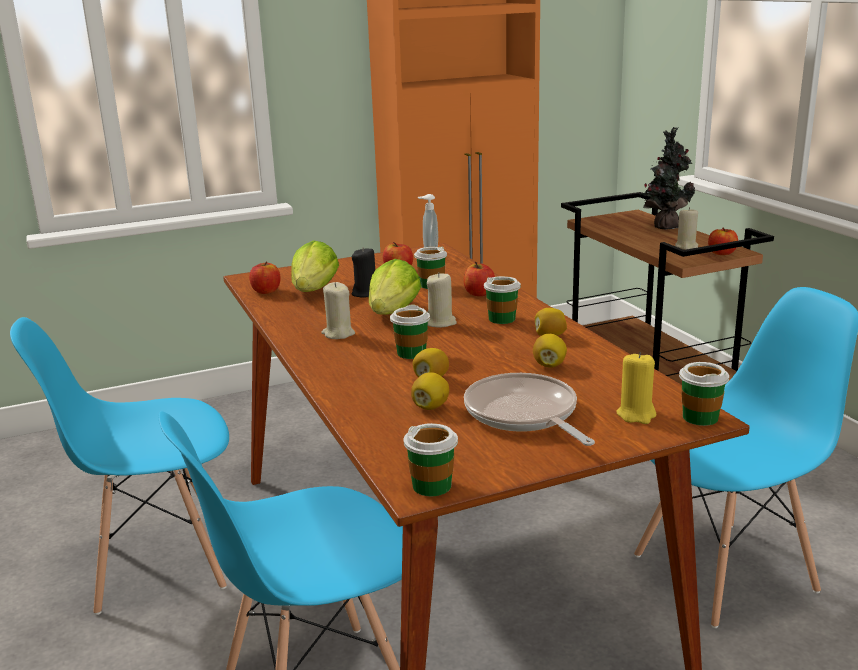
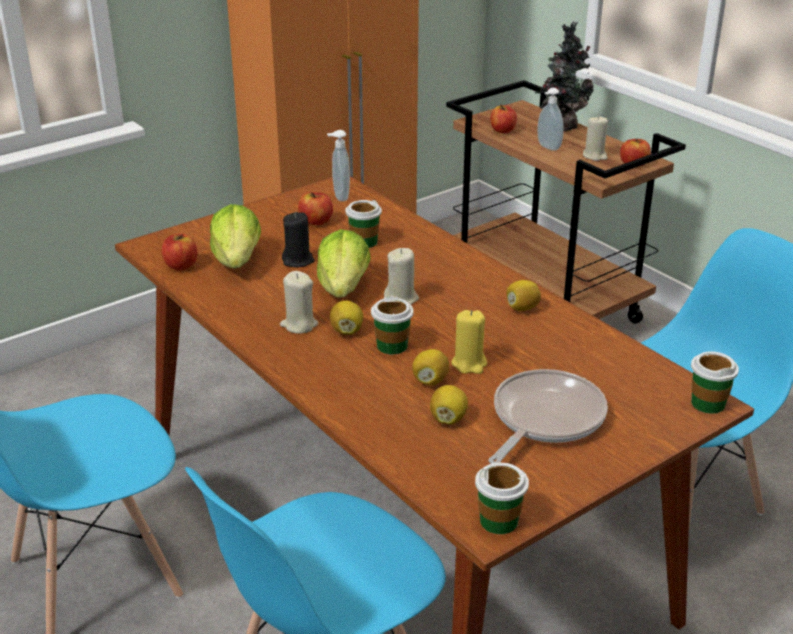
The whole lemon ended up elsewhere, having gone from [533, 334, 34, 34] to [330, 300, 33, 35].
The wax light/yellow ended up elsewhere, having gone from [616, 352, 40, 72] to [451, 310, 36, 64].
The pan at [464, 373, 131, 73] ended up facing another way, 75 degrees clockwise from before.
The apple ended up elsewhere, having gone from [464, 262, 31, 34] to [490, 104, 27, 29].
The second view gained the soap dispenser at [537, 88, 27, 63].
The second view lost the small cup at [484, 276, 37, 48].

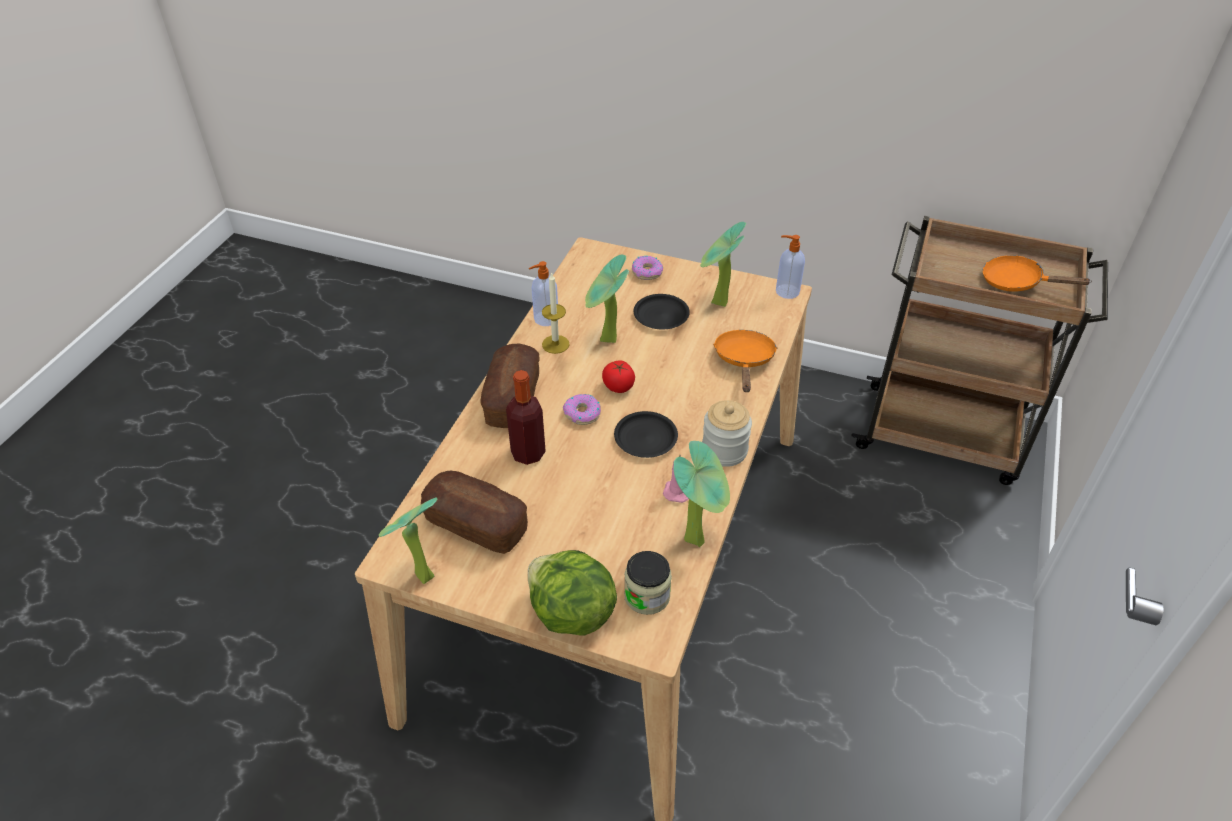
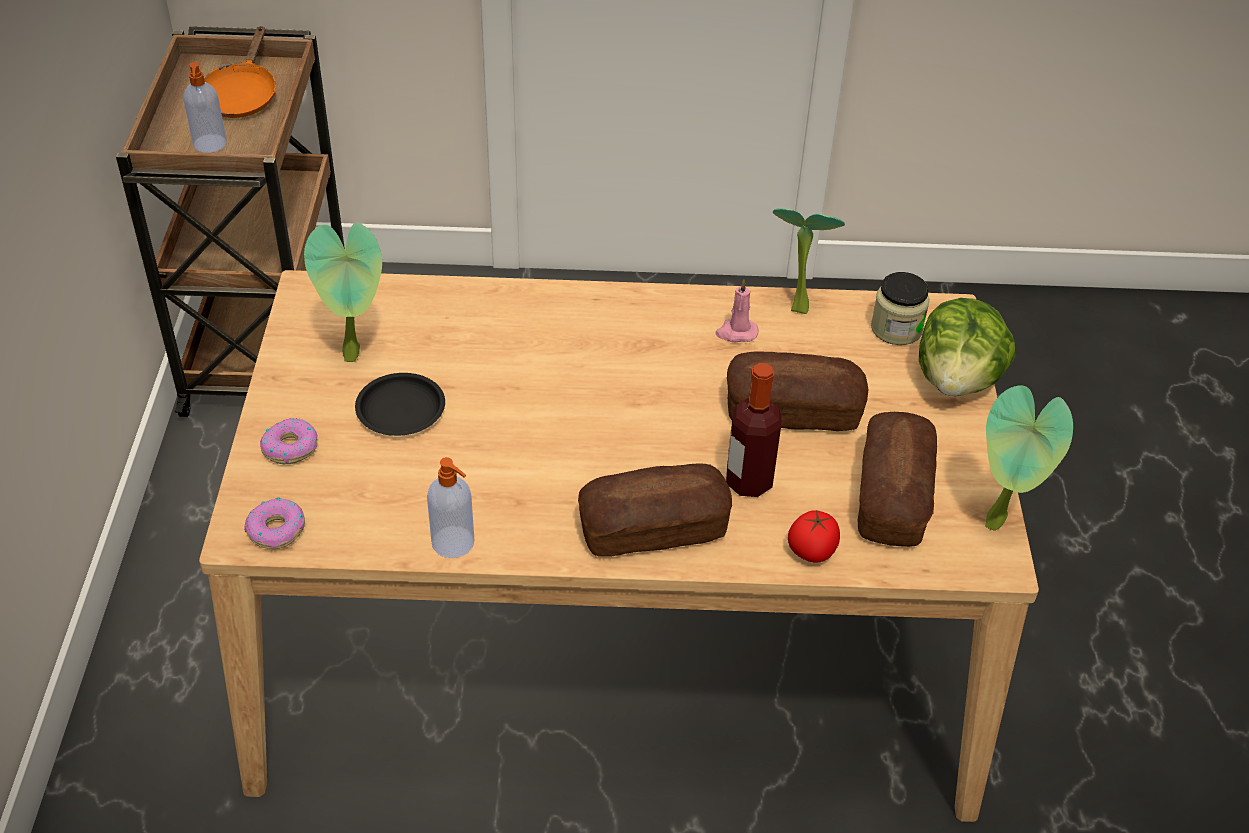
The soap dispenser ended up elsewhere, having gone from [776, 235, 29, 64] to [183, 62, 44, 91].
The donut ended up elsewhere, having gone from [563, 394, 38, 31] to [244, 497, 61, 52].
The second view gained the bakery bread at [727, 351, 141, 80].
The fresh tomato ended up elsewhere, having gone from [602, 360, 33, 33] to [788, 510, 52, 53].
The second view lost the wax light at [542, 272, 27, 82].
The second view lost the potted plant at [585, 254, 44, 89].
The second view lost the dinner plate/black at [614, 411, 64, 47].
The second view lost the preserve jar at [702, 400, 50, 67].
The second view lost the pan/orange-coloured at [713, 330, 64, 62].

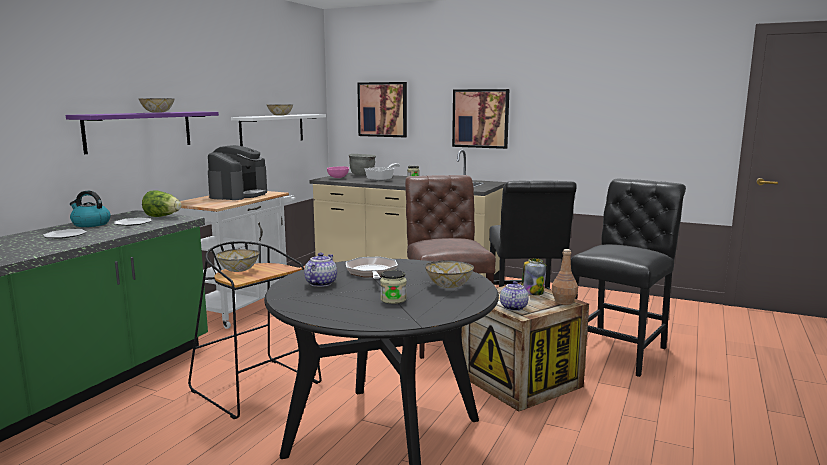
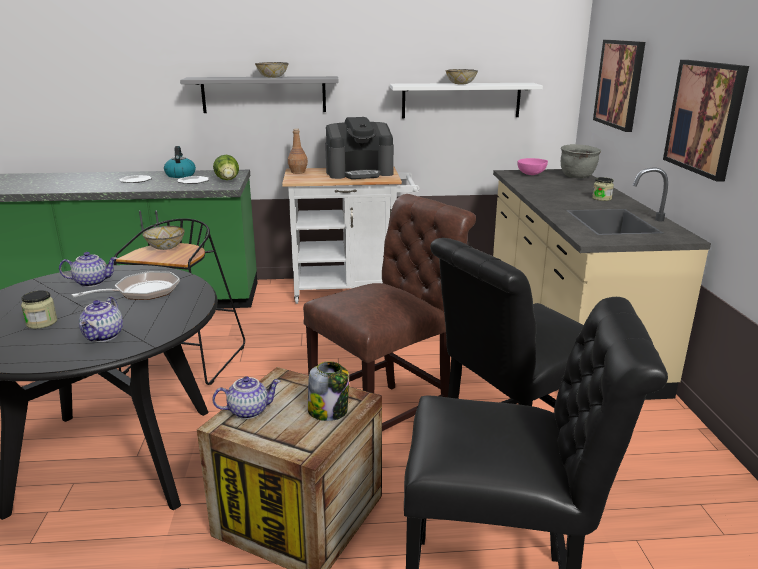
Where the serving bowl stood at [425, 260, 49, 28], the tea pot came to stand at [79, 297, 44, 45].
What was the shelf/purple-coloured at [66, 112, 153, 42] turned into the shelf/grey at [180, 76, 159, 37].
The beverage bottle/brown-coloured ended up elsewhere, having gone from [552, 249, 26, 56] to [288, 129, 20, 45].
The second view lost the pan at [365, 163, 35, 18].

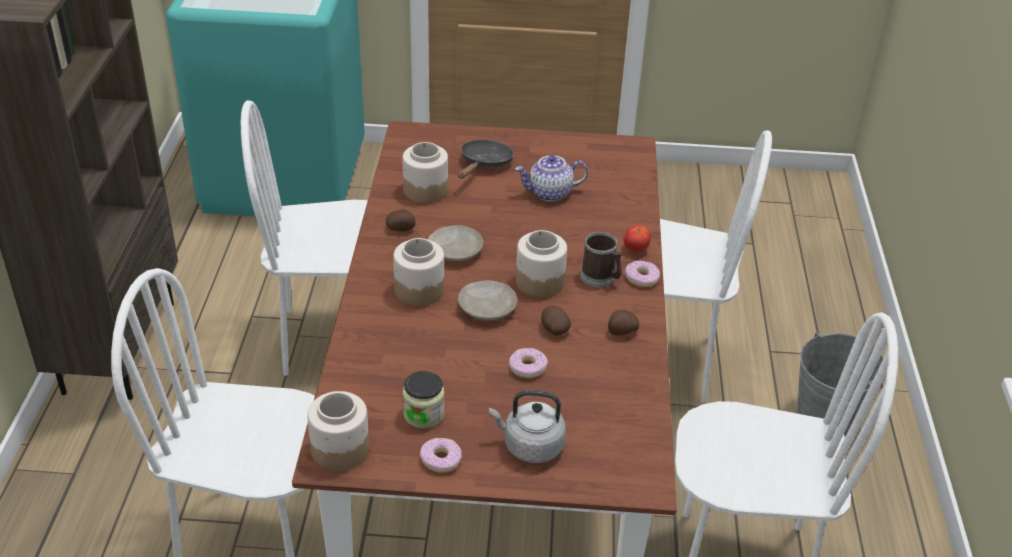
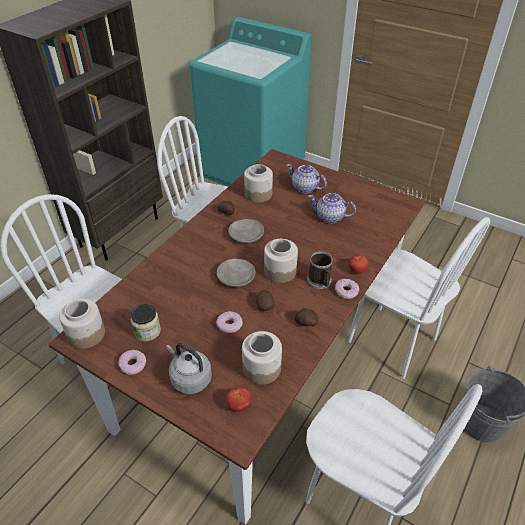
The second view gained the fresh tomato at [226, 387, 25, 25].
The preserve jar ended up elsewhere, having gone from [393, 238, 51, 68] to [242, 331, 40, 54].
Where the pan/black stood at [458, 140, 56, 39], the tea pot came to stand at [287, 164, 40, 30].

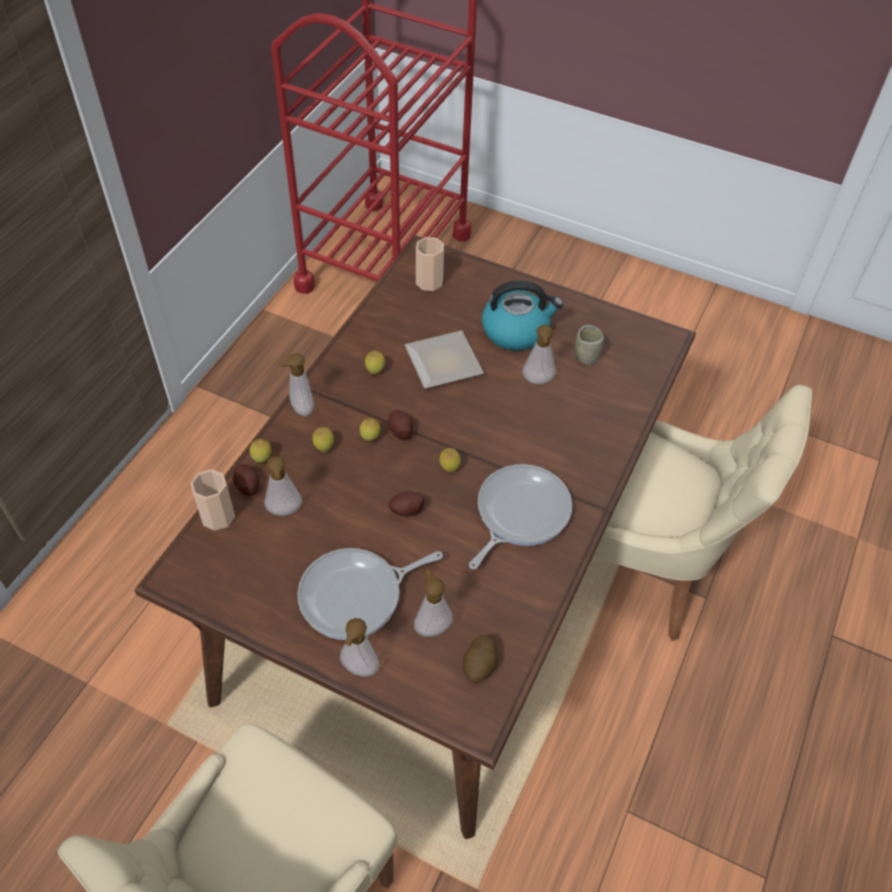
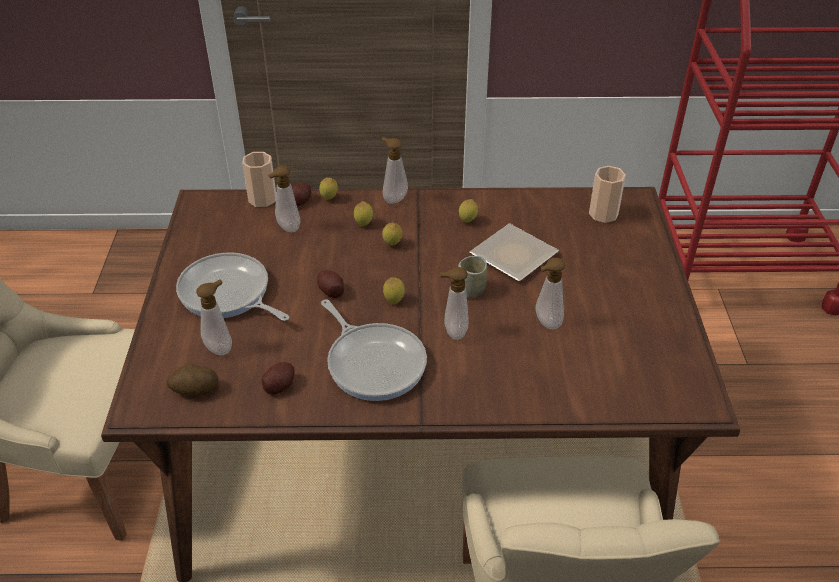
The spud ended up elsewhere, having gone from [388, 410, 25, 30] to [261, 362, 33, 32].
The pan at [469, 464, 103, 105] ended up facing another way, 45 degrees clockwise from before.
The soap dispenser ended up elsewhere, having gone from [340, 618, 39, 59] to [439, 267, 30, 73].
The small cup ended up elsewhere, having gone from [575, 325, 29, 40] to [458, 256, 29, 42].
The second view lost the kettle at [482, 280, 81, 71].

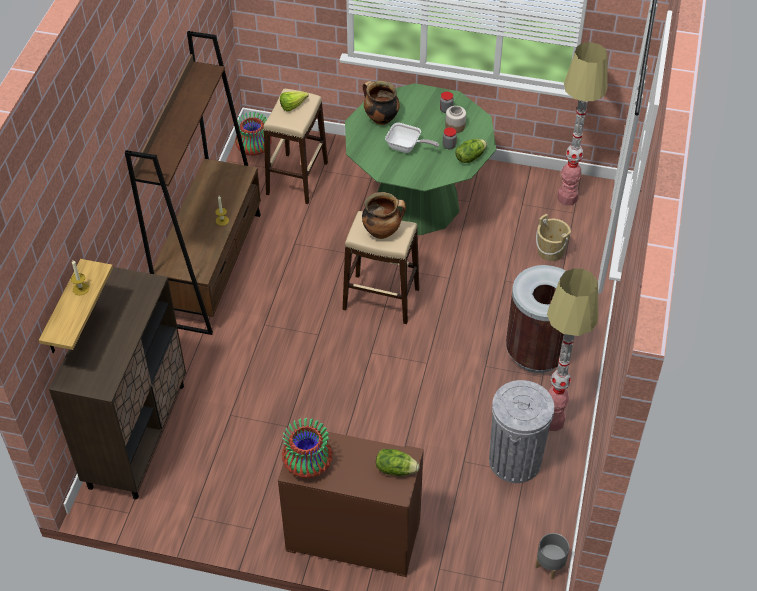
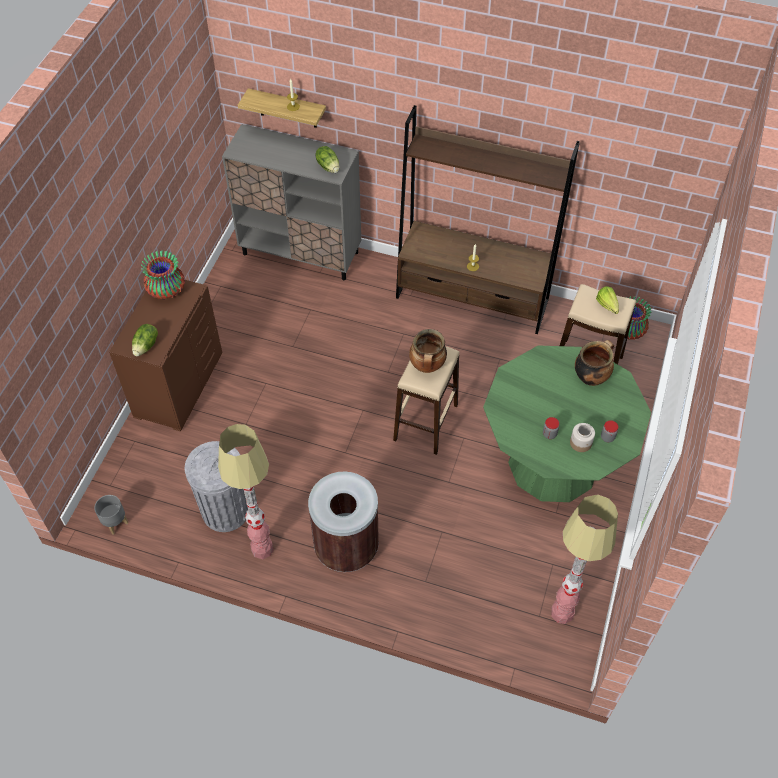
What was the storage cabinet/brown-coloured at [49, 267, 137, 232] turned into the storage cabinet/grey at [222, 124, 139, 156].
The lettuce head ended up elsewhere, having gone from [455, 139, 32, 24] to [315, 146, 24, 27].
The second view lost the pan at [385, 123, 54, 30].
The second view lost the pail/beige-coloured at [536, 214, 35, 47].

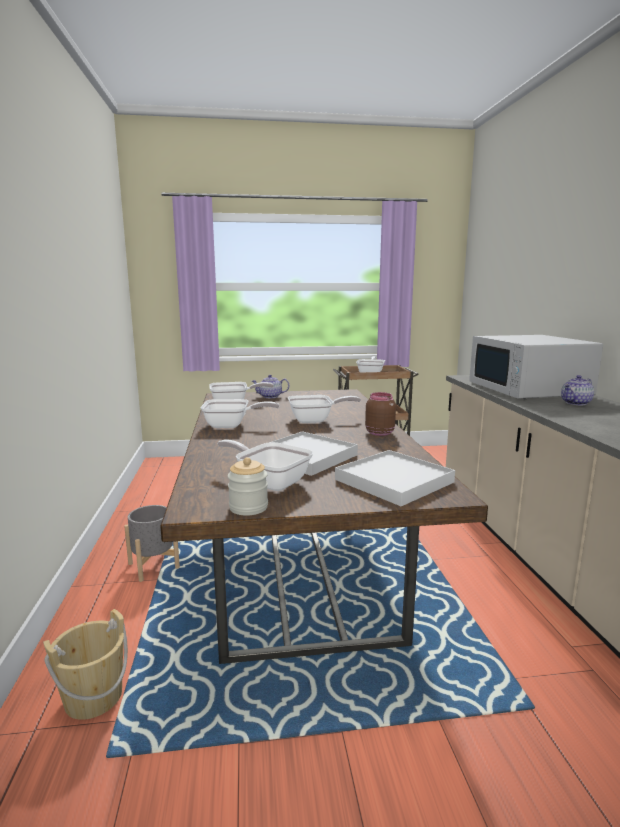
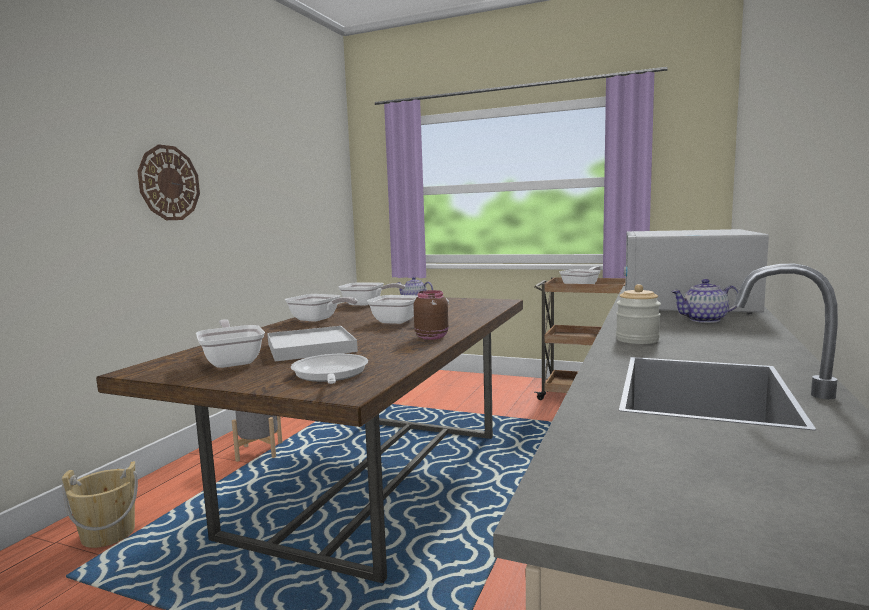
The second view gained the hanging clock at [138, 144, 62, 76].
Where the serving tray/white stood at [335, 450, 120, 56], the pan came to stand at [291, 354, 77, 30].
The preserve jar ended up elsewhere, having gone from [228, 457, 40, 59] to [616, 284, 45, 60].

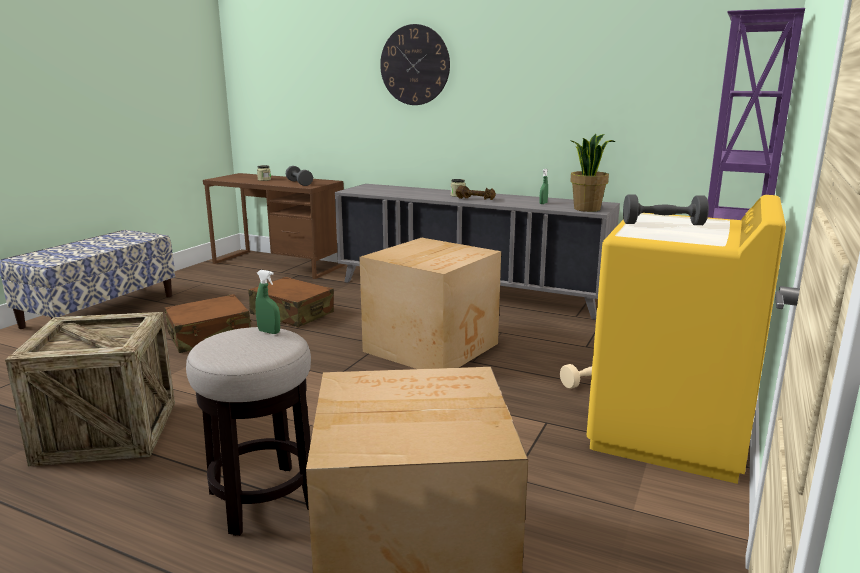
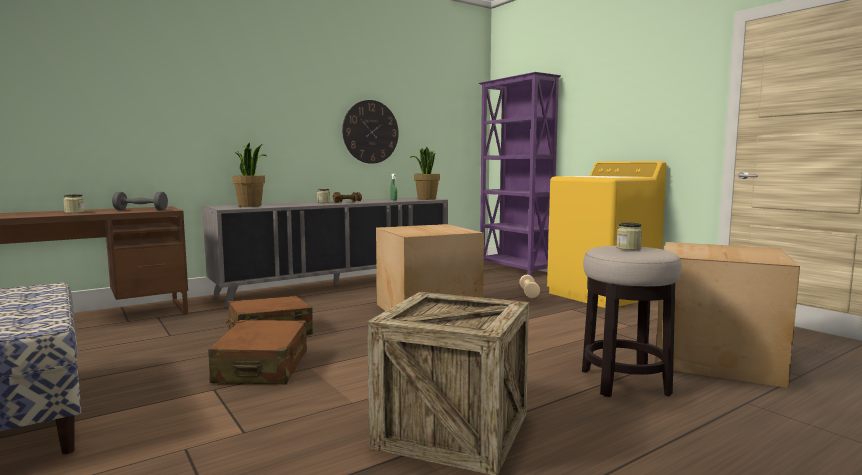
The second view gained the potted plant at [232, 143, 34, 64].
The hanging clock ended up elsewhere, having gone from [380, 24, 70, 81] to [342, 100, 57, 64].
The second view gained the preserve jar at [616, 223, 26, 27].
The second view lost the spray bottle/green-coloured at [255, 270, 25, 64].
The second view lost the free weight/grey at [623, 194, 86, 31].

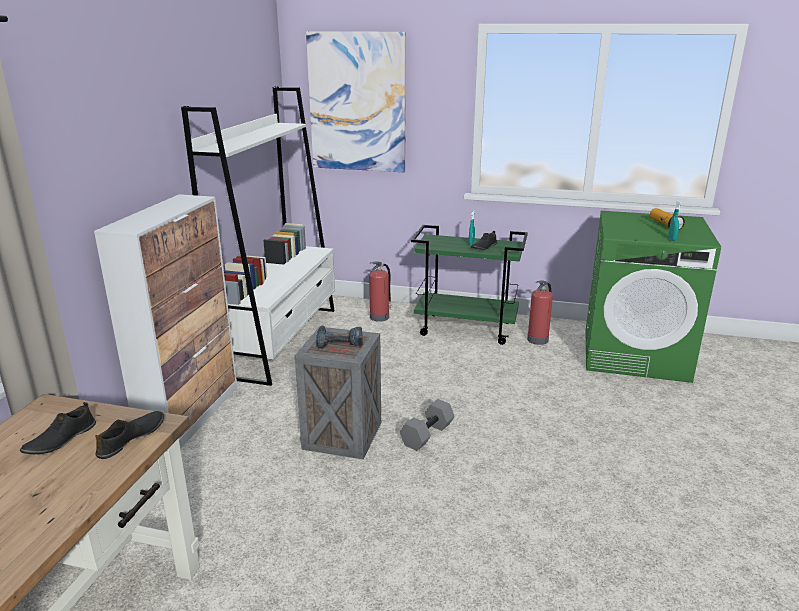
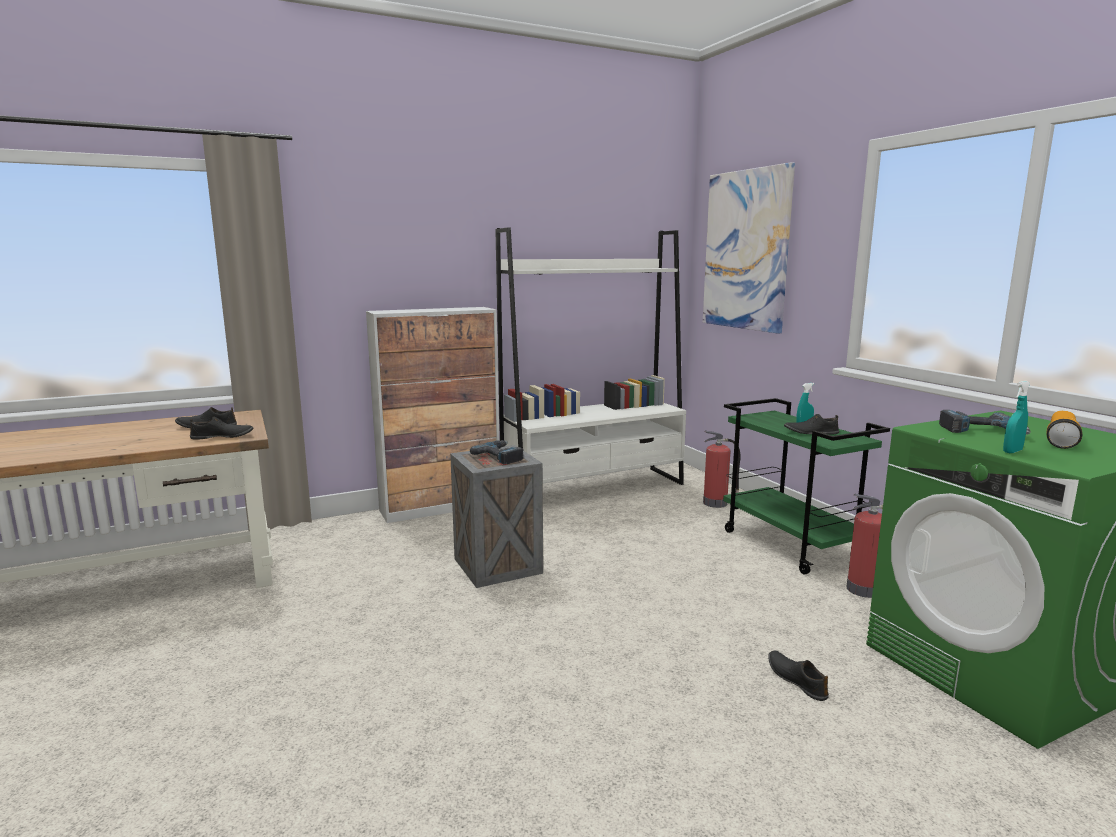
The second view gained the item of footwear/black at [768, 651, 61, 50].
The second view gained the electric drill at [939, 410, 91, 25].
The second view lost the free weight/grey at [400, 399, 55, 52].

